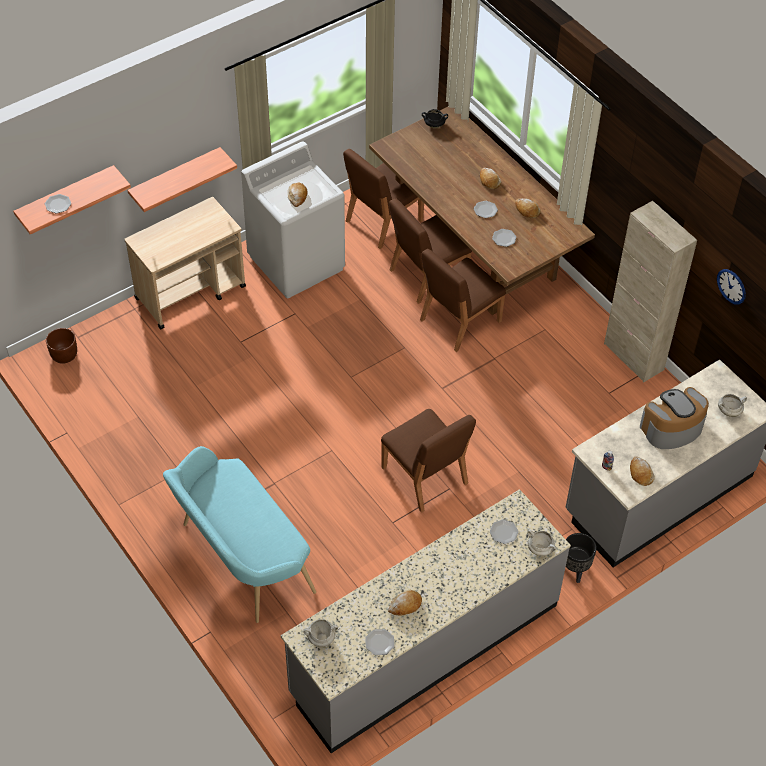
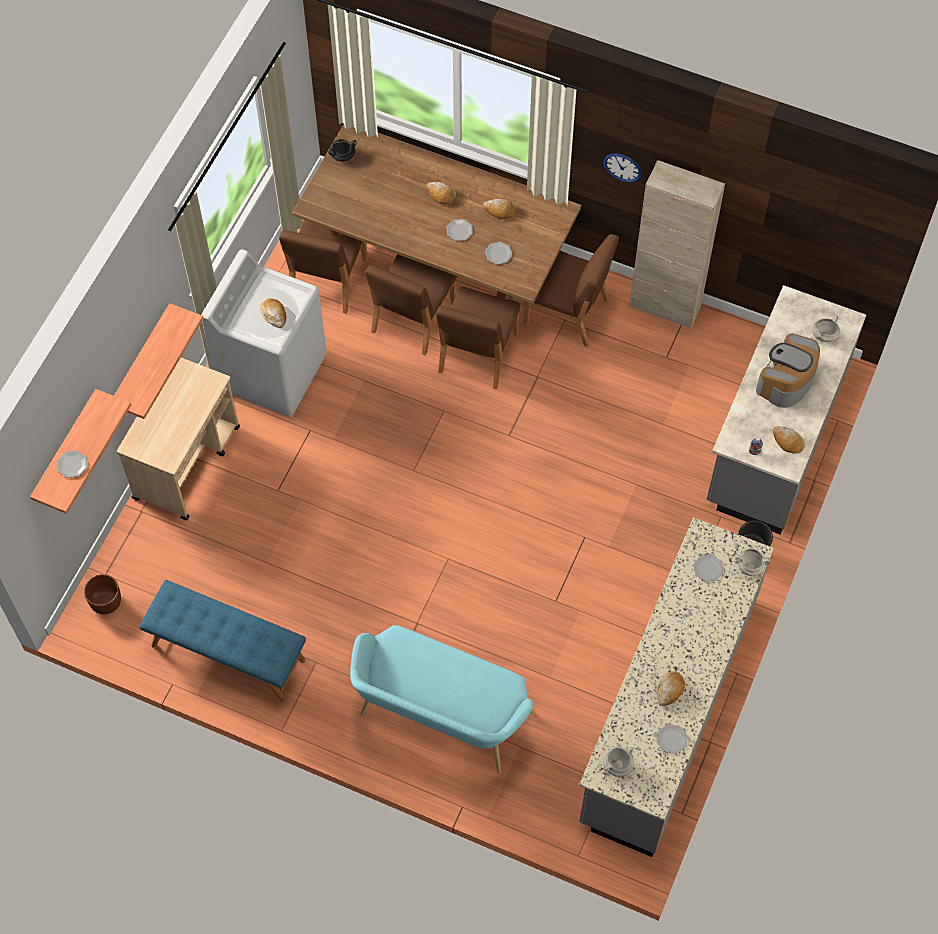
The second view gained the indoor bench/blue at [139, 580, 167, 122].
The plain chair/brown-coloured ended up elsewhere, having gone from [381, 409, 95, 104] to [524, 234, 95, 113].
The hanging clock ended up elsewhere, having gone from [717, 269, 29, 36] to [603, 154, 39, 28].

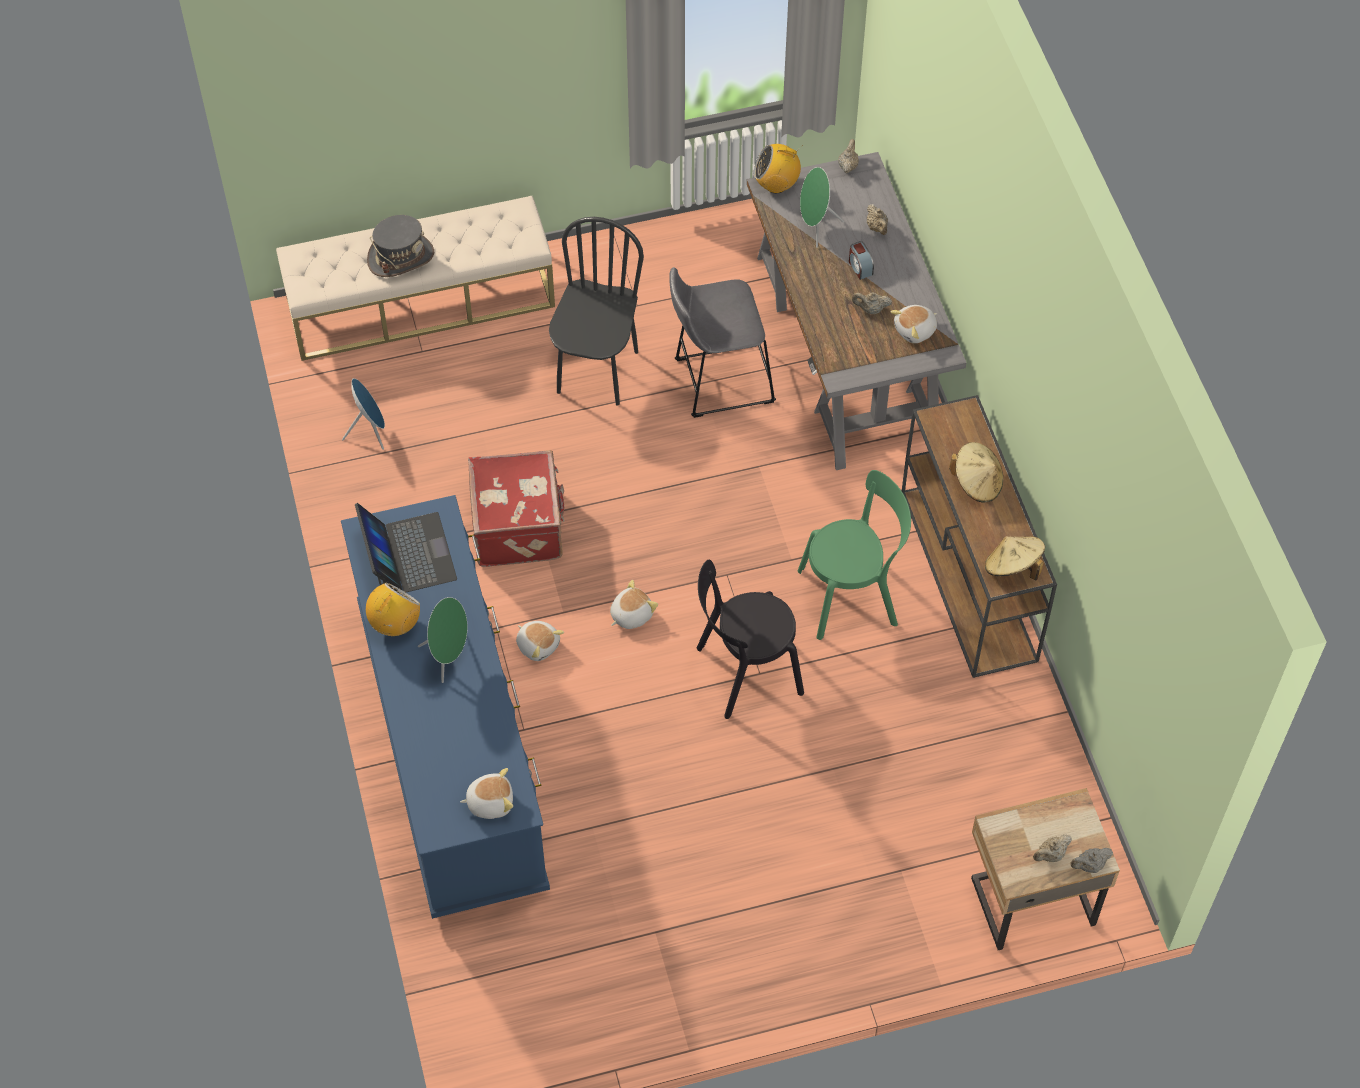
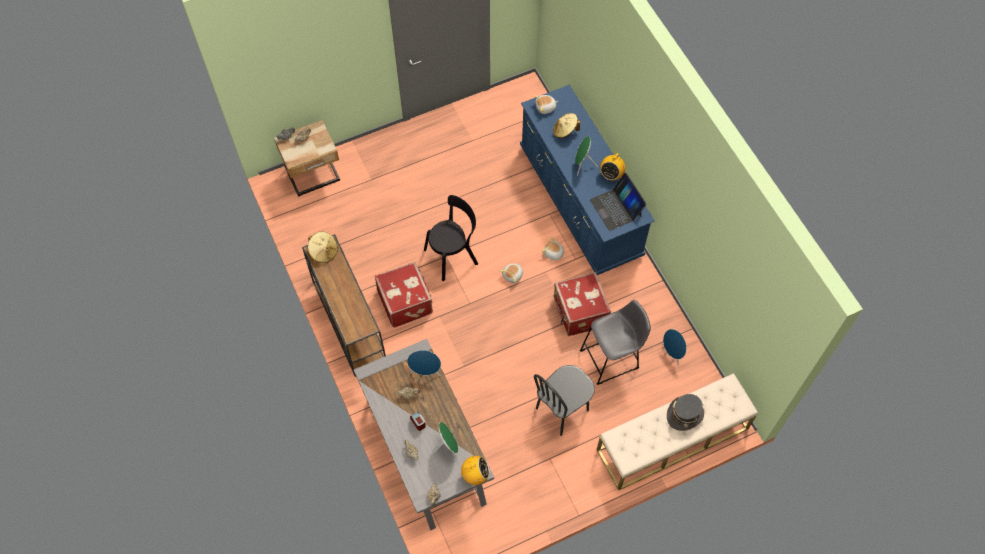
Where the plain chair/green-coloured stood at [798, 470, 113, 170], the suitcase/reddish came to stand at [375, 262, 58, 66].
The second view gained the loudspeaker/blue at [407, 350, 34, 26].
The plain chair/black at [549, 217, 95, 189] ended up facing another way, 45 degrees clockwise from before.
The clothing hat/beige-coloured ended up elsewhere, having gone from [949, 442, 54, 61] to [553, 113, 27, 25].
The stool/grey ended up elsewhere, having gone from [669, 267, 107, 151] to [580, 300, 71, 85].
The second view lost the plush toy at [891, 305, 46, 38].

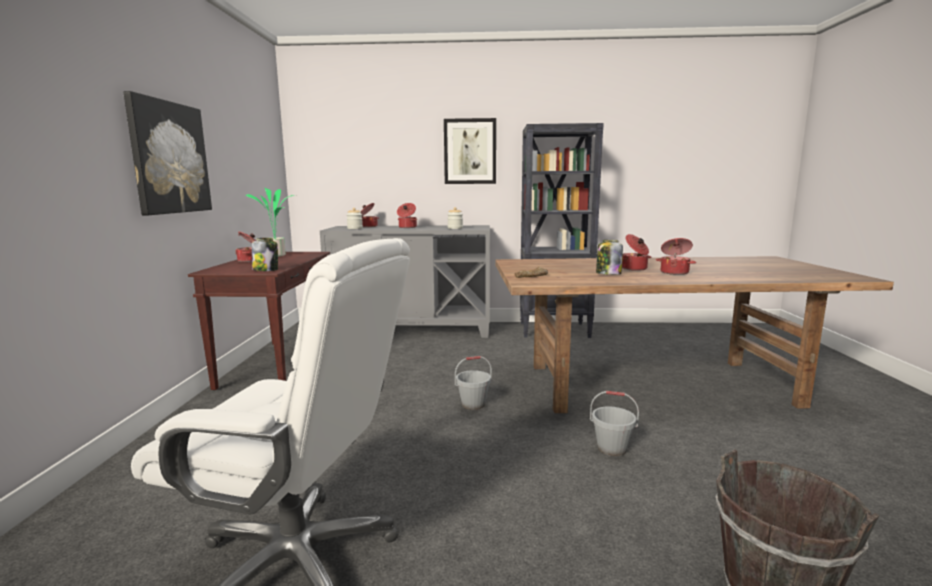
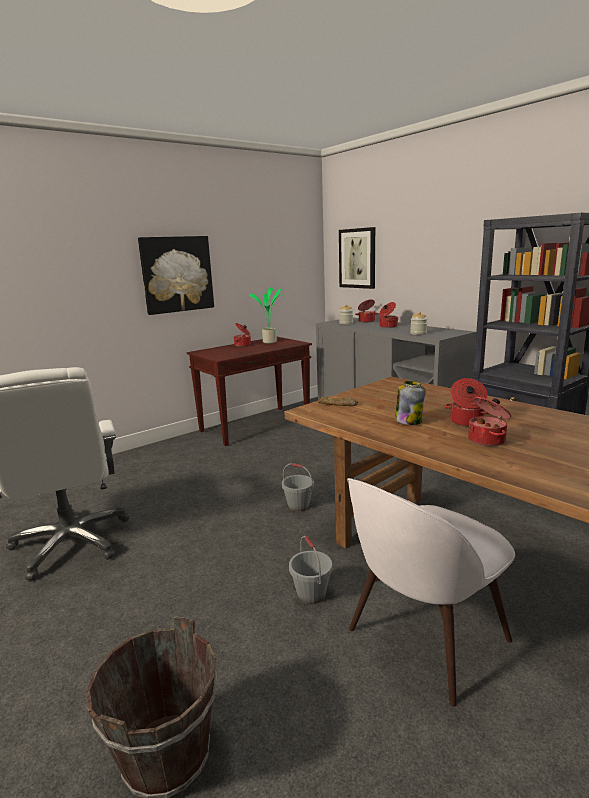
The picture ended up elsewhere, having gone from [444, 118, 52, 66] to [339, 227, 36, 62].
The second view gained the plain chair/white at [347, 478, 168, 229].
The second view lost the preserve jar at [252, 238, 26, 33].

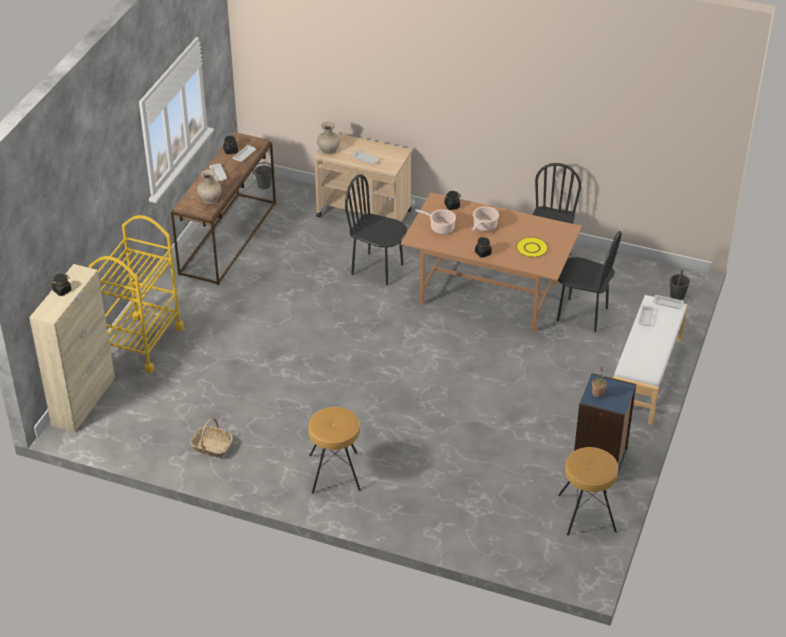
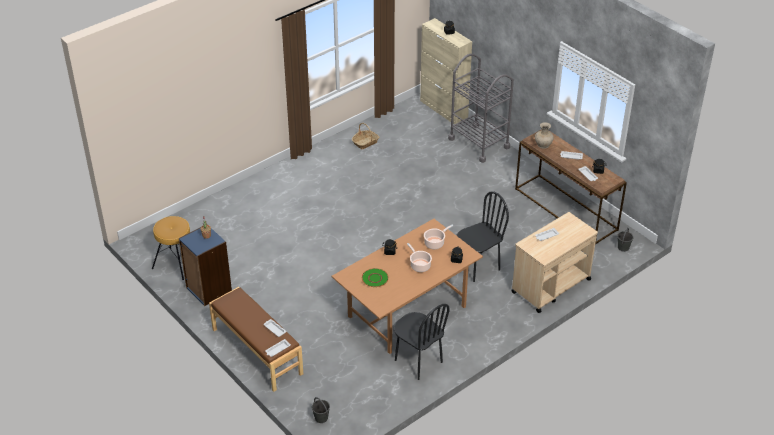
What was the indoor bench/white at [613, 295, 75, 130] turned into the indoor bench/brown-coloured at [209, 287, 94, 105].
What was the dinner plate/yellow at [516, 237, 32, 21] turned into the dinner plate/green-coloured at [362, 268, 27, 19].
What was the wheeled cart/yellow at [89, 215, 95, 158] turned into the wheeled cart/grey at [448, 54, 66, 109].
The second view lost the stool/brown-coloured at [308, 407, 53, 87].
The second view lost the vase/beige-coloured at [317, 122, 23, 33].
The second view lost the plain chair/black at [557, 231, 65, 101].

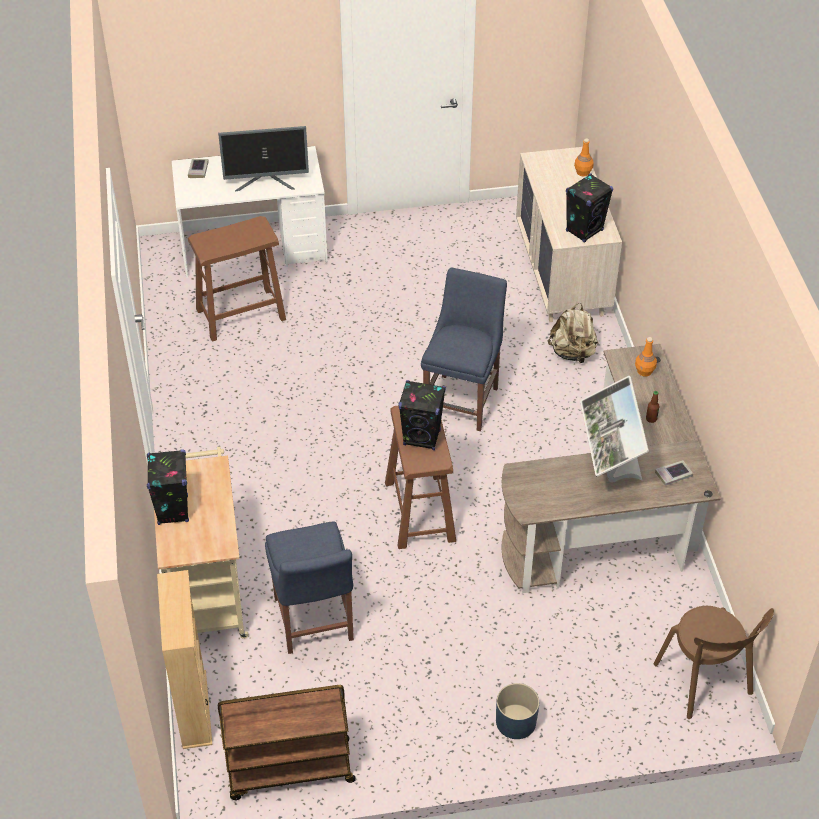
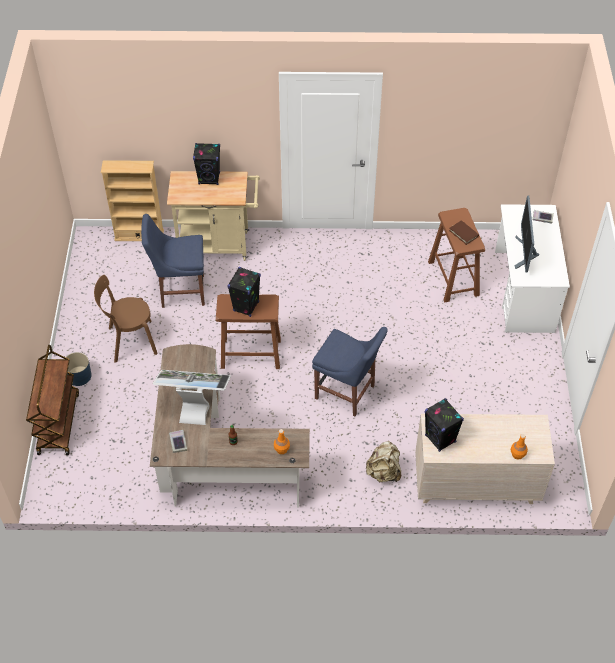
The wheeled cart/brown-coloured ended up elsewhere, having gone from [218, 685, 138, 115] to [26, 345, 53, 111].
The plain chair/brown-coloured ended up elsewhere, having gone from [653, 606, 121, 113] to [94, 275, 64, 88].
The second view gained the bound book/brown-coloured at [449, 220, 30, 25].

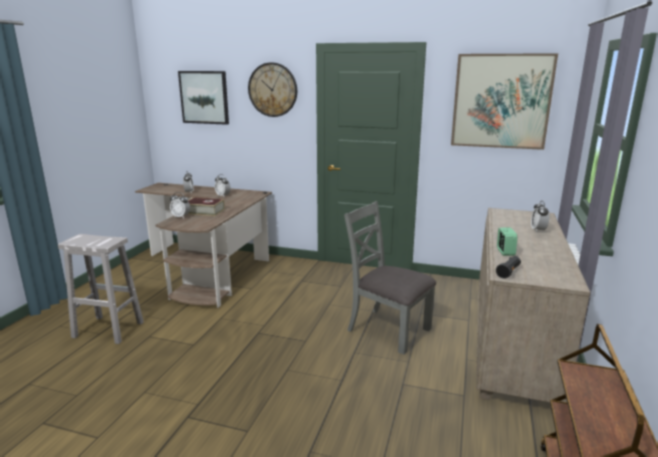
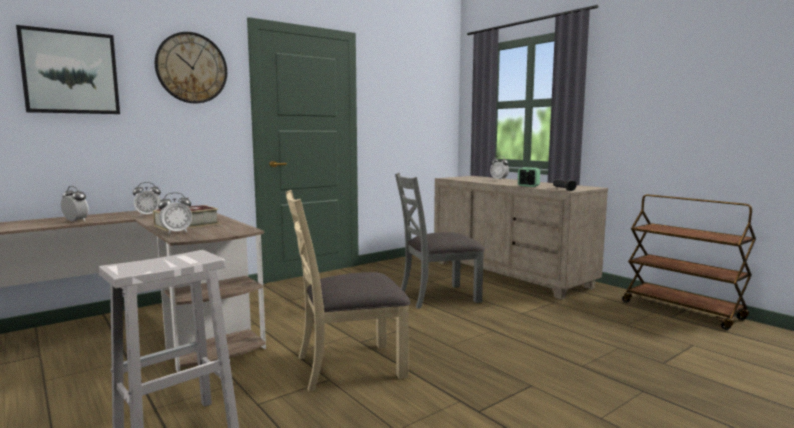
The second view gained the plain chair/beige-coloured at [286, 190, 124, 201].
The second view lost the picture at [451, 53, 107, 97].

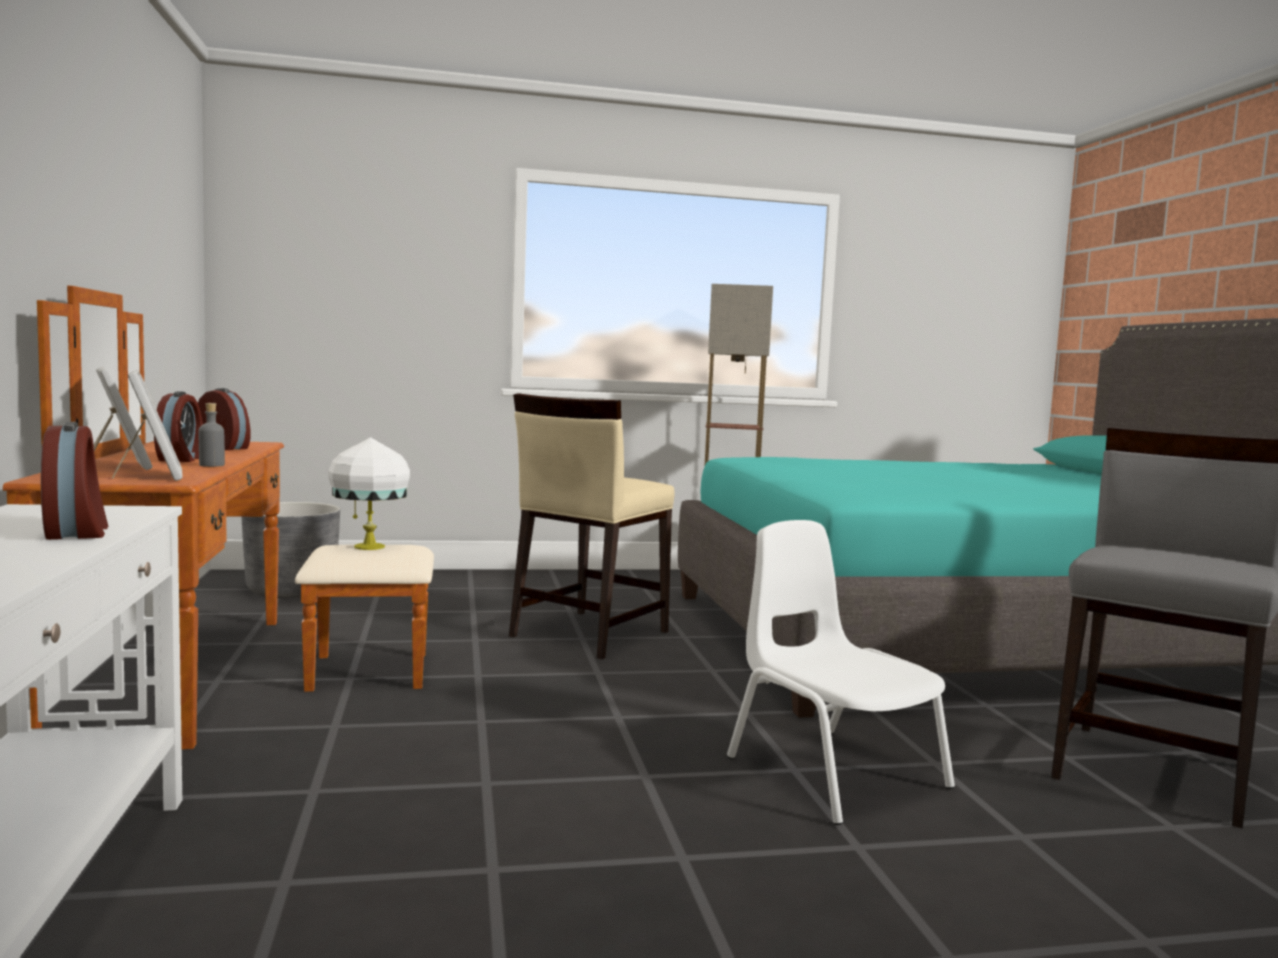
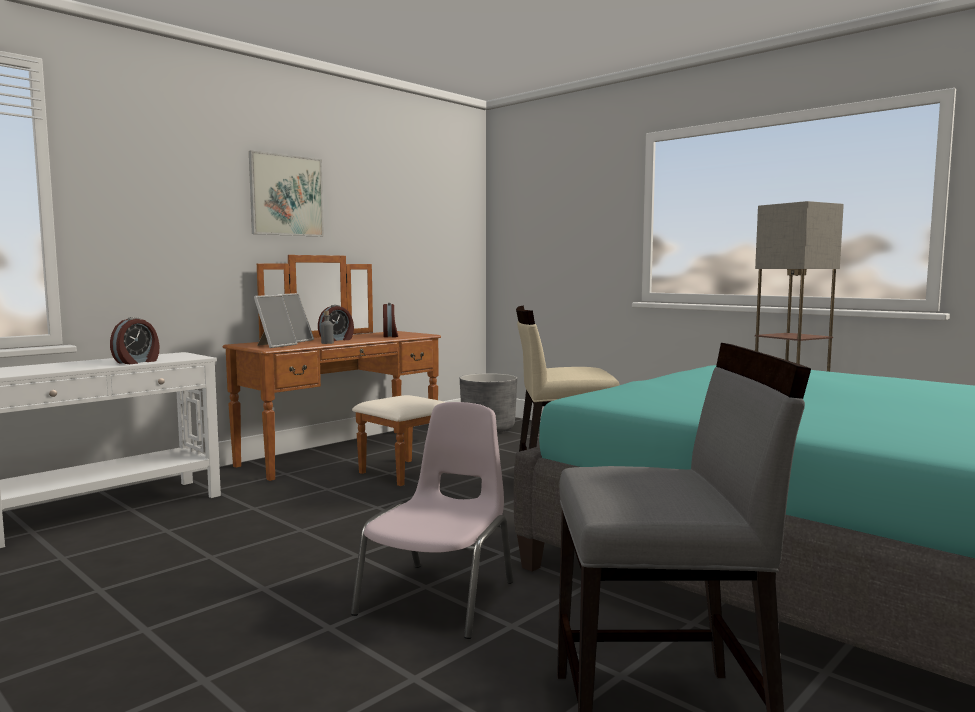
The second view gained the picture at [249, 150, 75, 87].
What was the plain chair/white at [727, 520, 228, 305] turned into the plain chair/pink-coloured at [351, 402, 162, 237].
The second view lost the table lamp/white at [328, 437, 82, 113].

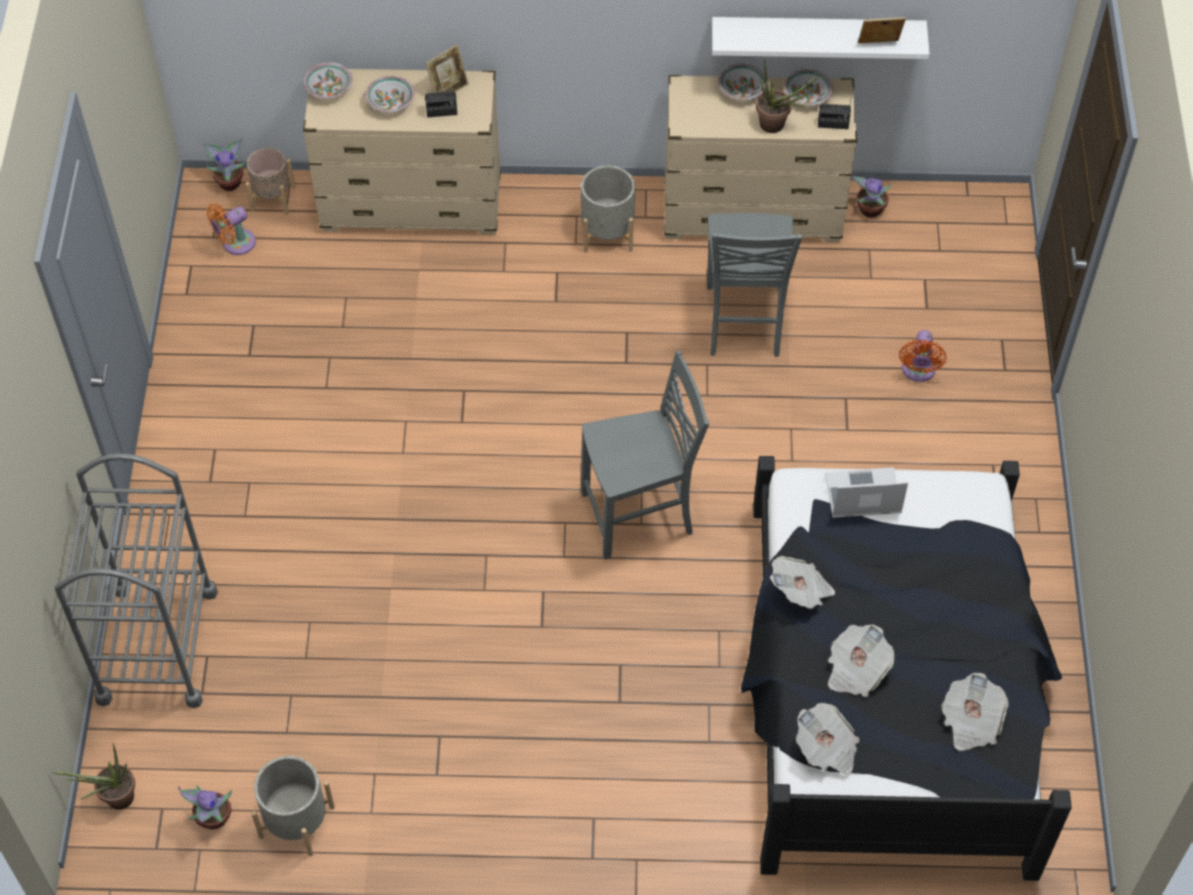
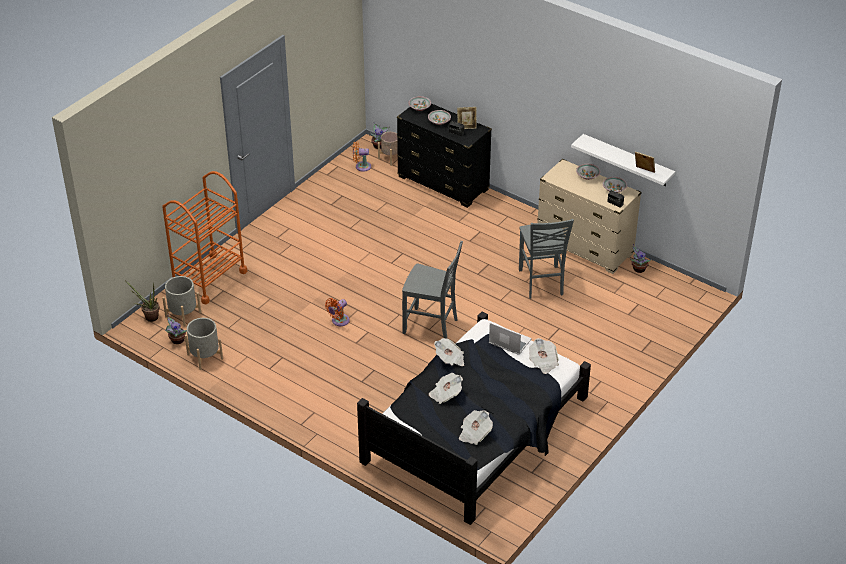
What was the wheeled cart/grey at [55, 453, 163, 255] turned into the wheeled cart/orange-coloured at [162, 171, 85, 133].
The flower pot/grey ended up elsewhere, having gone from [581, 165, 54, 88] to [162, 276, 39, 51].
The fan/orange-coloured ended up elsewhere, having gone from [899, 330, 47, 52] to [325, 298, 25, 28].
What was the chest of drawers/beige-coloured at [303, 69, 198, 166] turned into the chest of drawers/black at [397, 103, 95, 105].
The plain chair/grey at [707, 213, 95, 144] ended up facing another way, 45 degrees counterclockwise from before.
The newspaper ended up elsewhere, having gone from [796, 703, 64, 72] to [529, 338, 30, 36].
The second view lost the potted plant at [756, 60, 62, 73].

